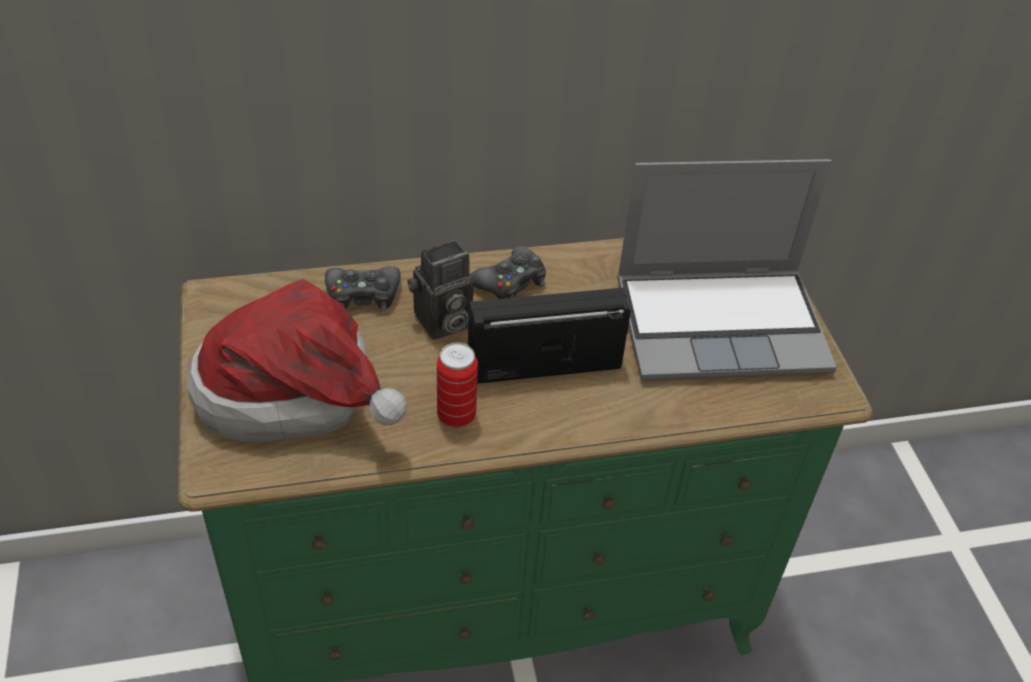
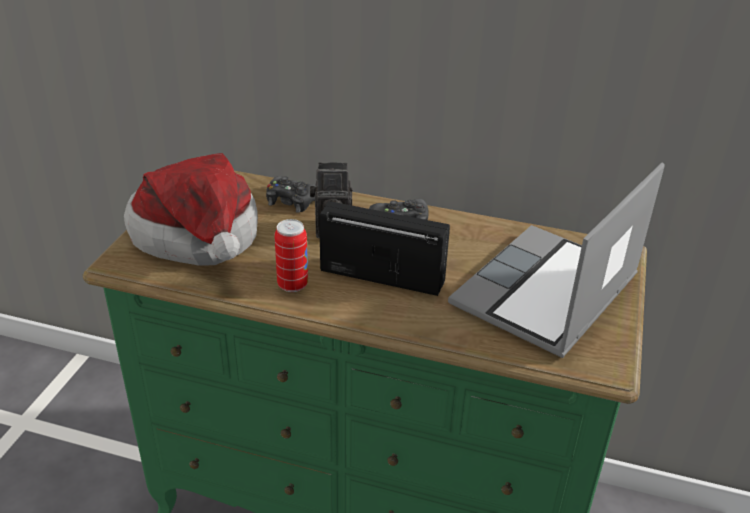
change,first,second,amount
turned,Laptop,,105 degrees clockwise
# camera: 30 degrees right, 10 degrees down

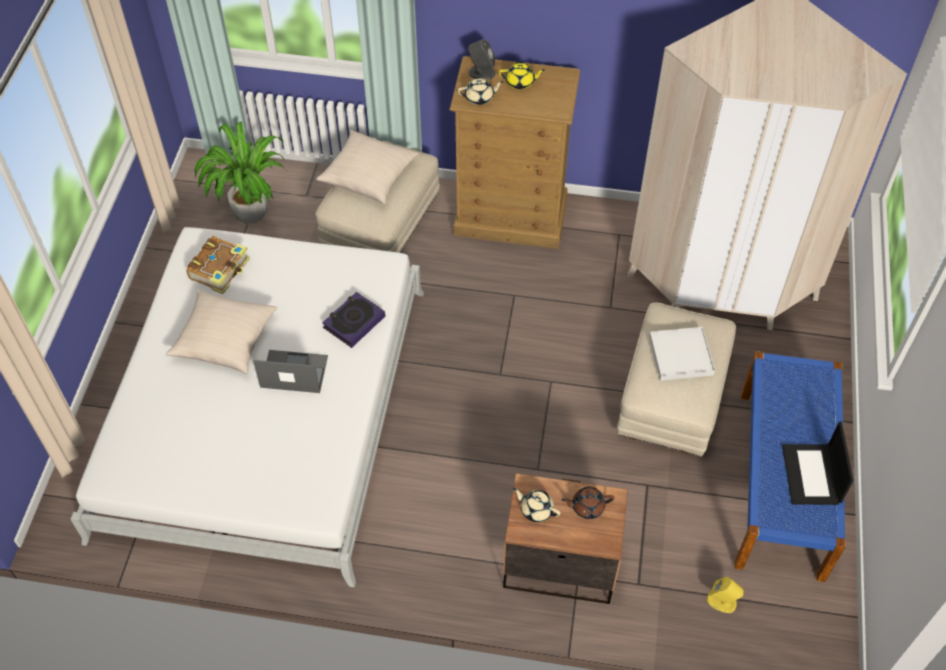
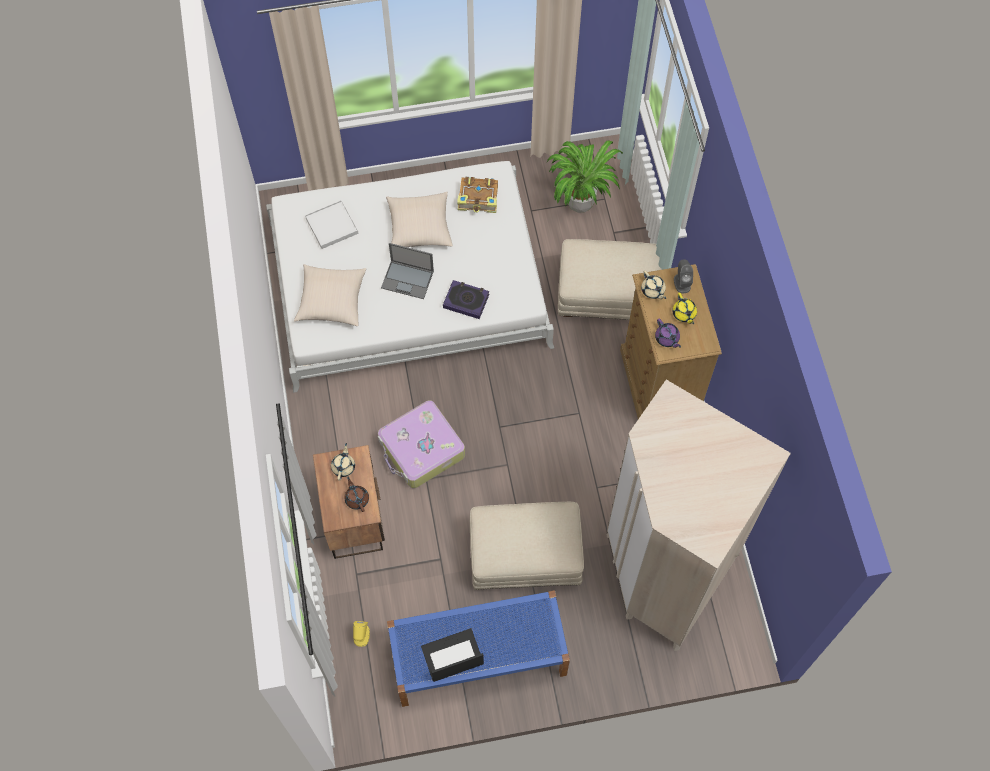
change,first,second,amount
moved,Kissen (beige) (2nd from left in the first image),Kissen (beige) (1st from left),
moved,Tablett (weiß),,
turned,Laptop (1st from left),,120 degrees clockwise
added,,Teekanne (lila),
added,,Koffer,
# camera: 70 degrees right, 10 degrees up

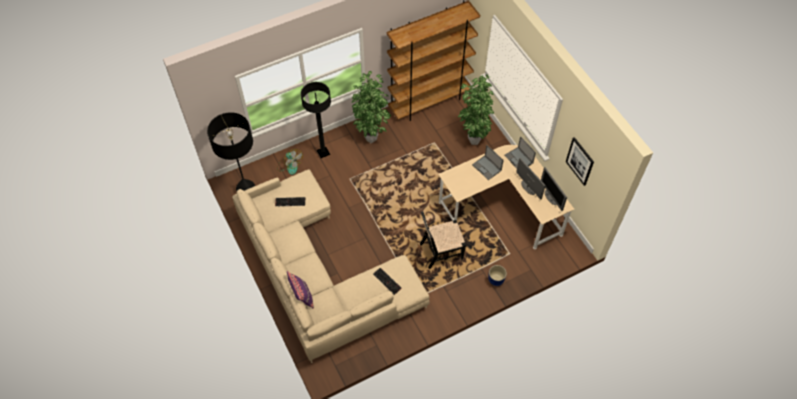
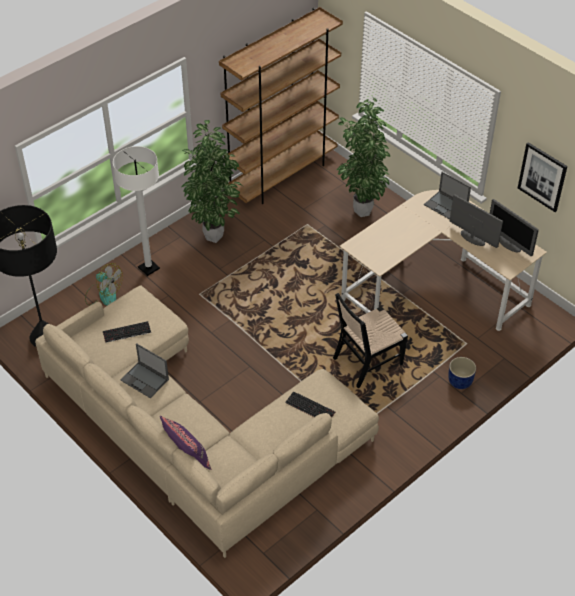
change,first,second,amount
recoloured,Stehlampe (schwarz) (2nd from left),Stehlampe (weiß),
moved,Laptop (1st from left),,
# camera: 15 degrees left, 10 degrees down

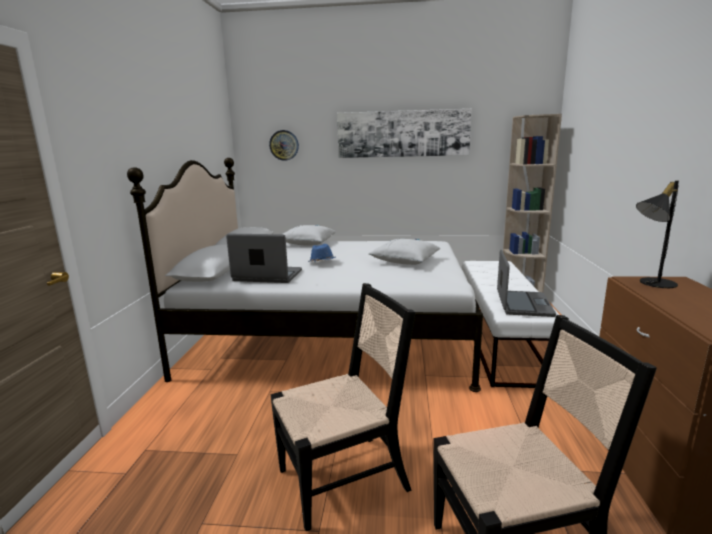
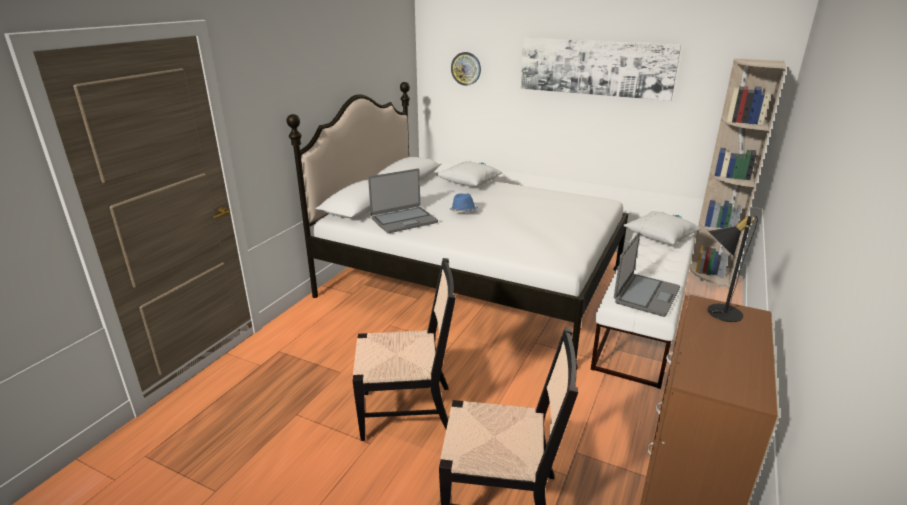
change,first,second,amount
turned,Laptop (1st from left),,120 degrees clockwise
moved,Kissen (grau) (2nd from left),,
# camera: 20 degrees right, 10 degrees up

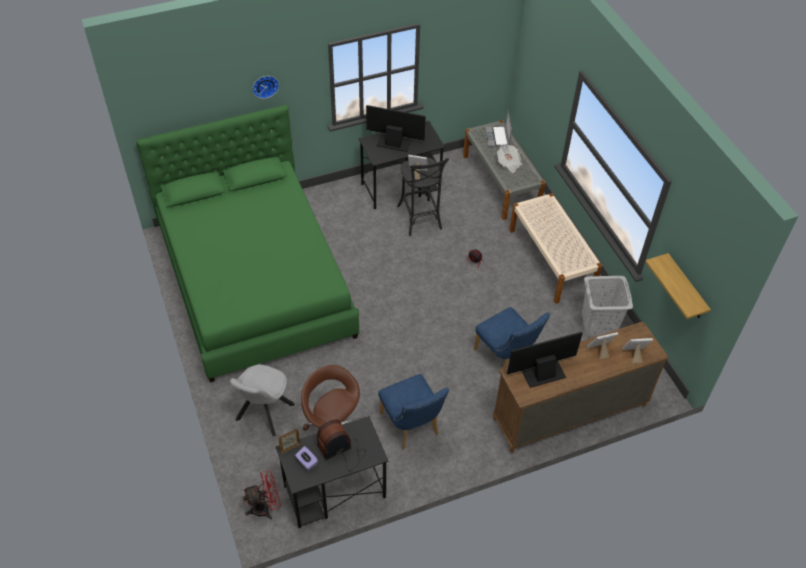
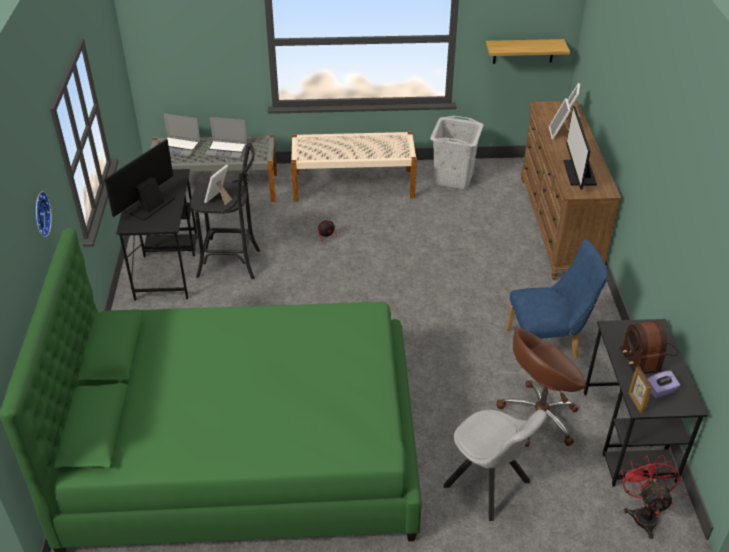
change,first,second,amount
replaced,Zeitung,Laptop (2nd from left),
removed,Stuhl (blau) (2nd from left),,
# camera: 70 degrees left, 10 degrees down

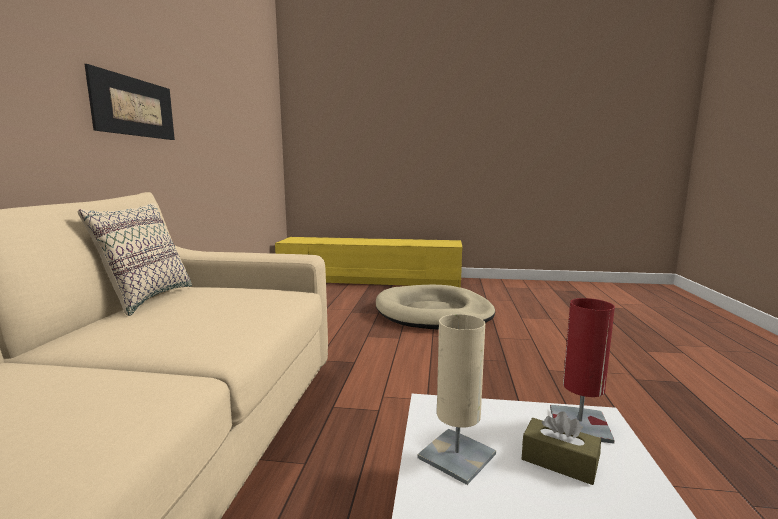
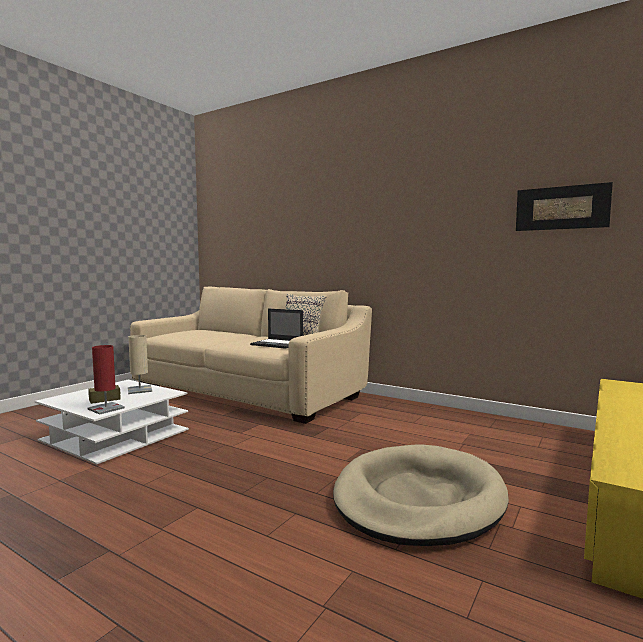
change,first,second,amount
moved,Bild,,
added,,Laptop,
# camera: 115 degrees right, 5 degrees down

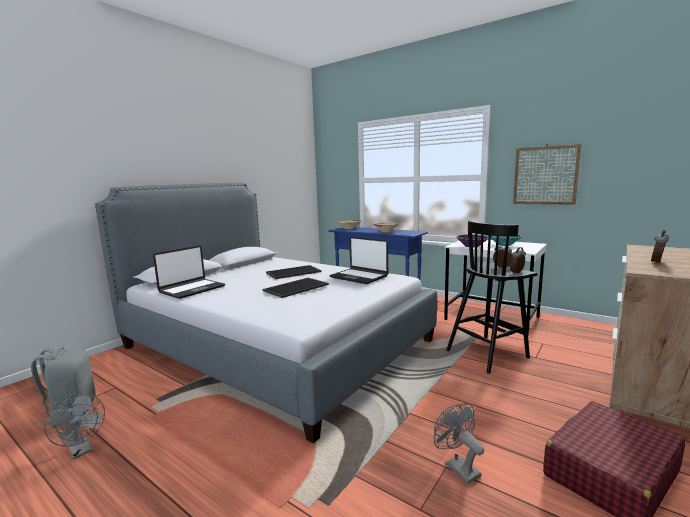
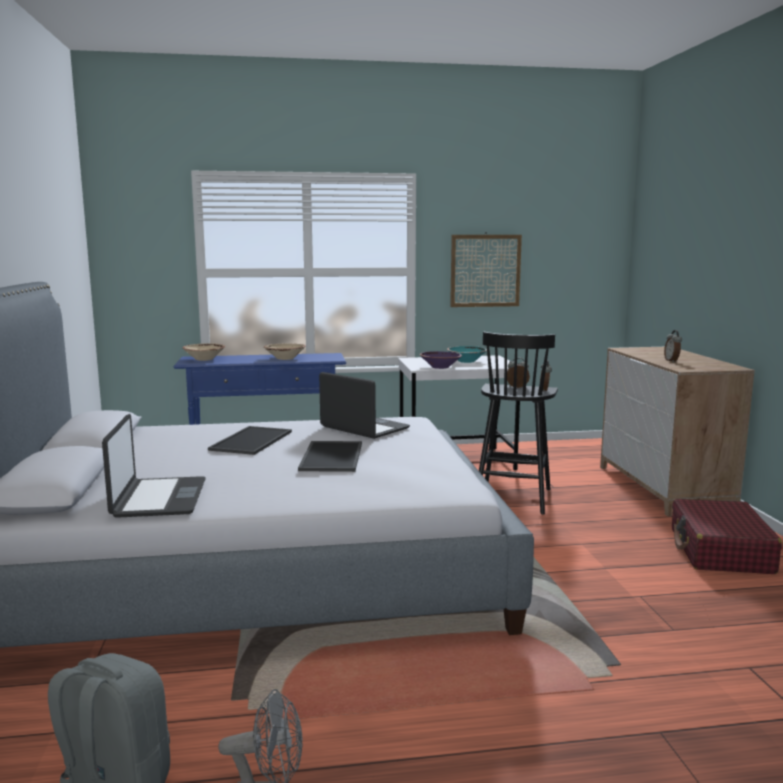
change,first,second,amount
turned,Laptop (2nd from left),,135 degrees counterclockwise
removed,Ventilator (grau) (2nd from left),,
# camera: 45 degrees left, 0 degrees up

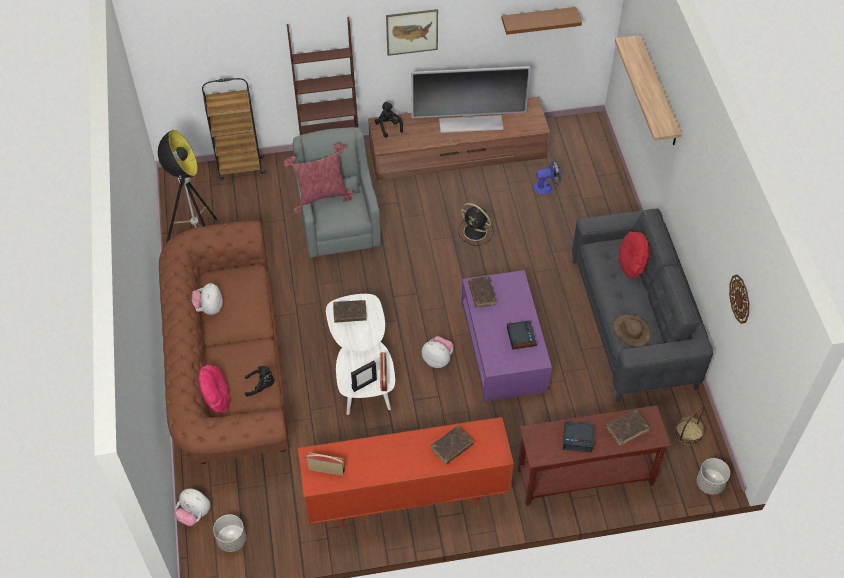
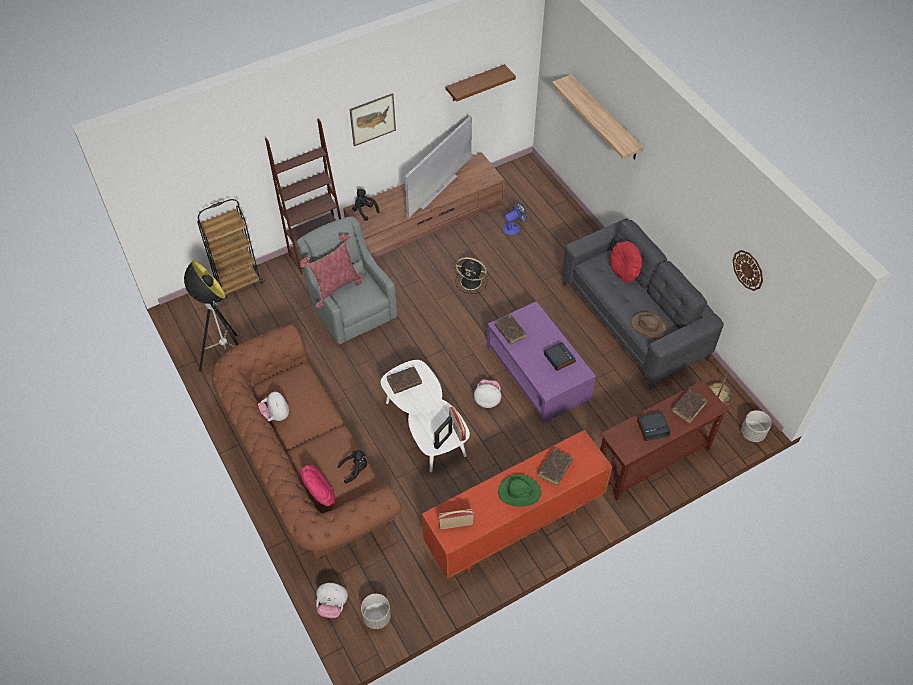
change,first,second,amount
turned,Fernseher,,150 degrees clockwise
added,,Hut (grün),
# camera: 20 degrees left, 0 degrees up

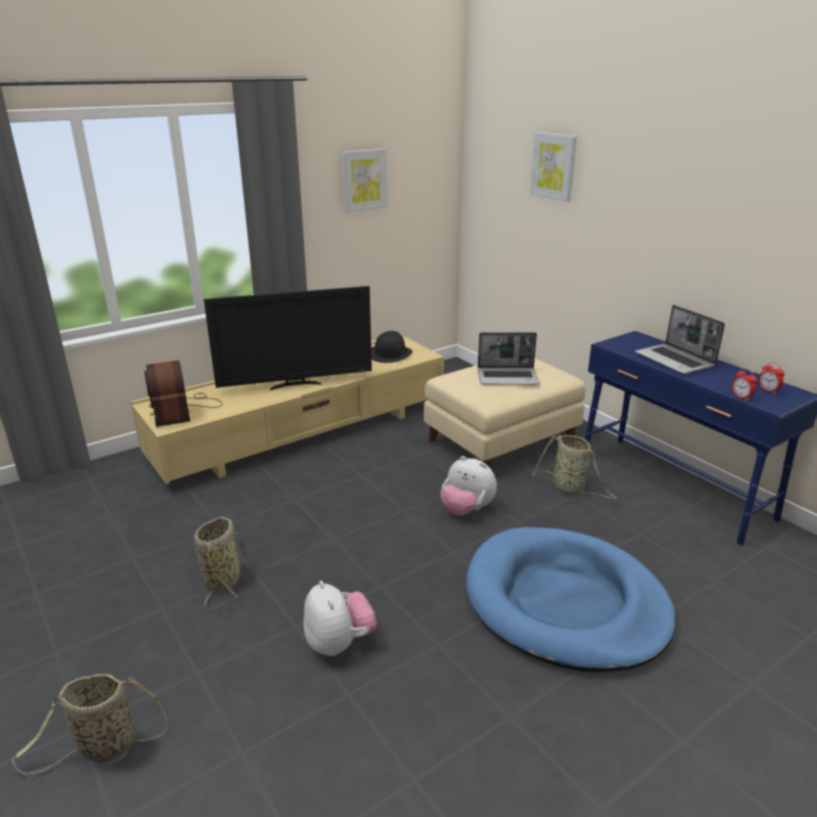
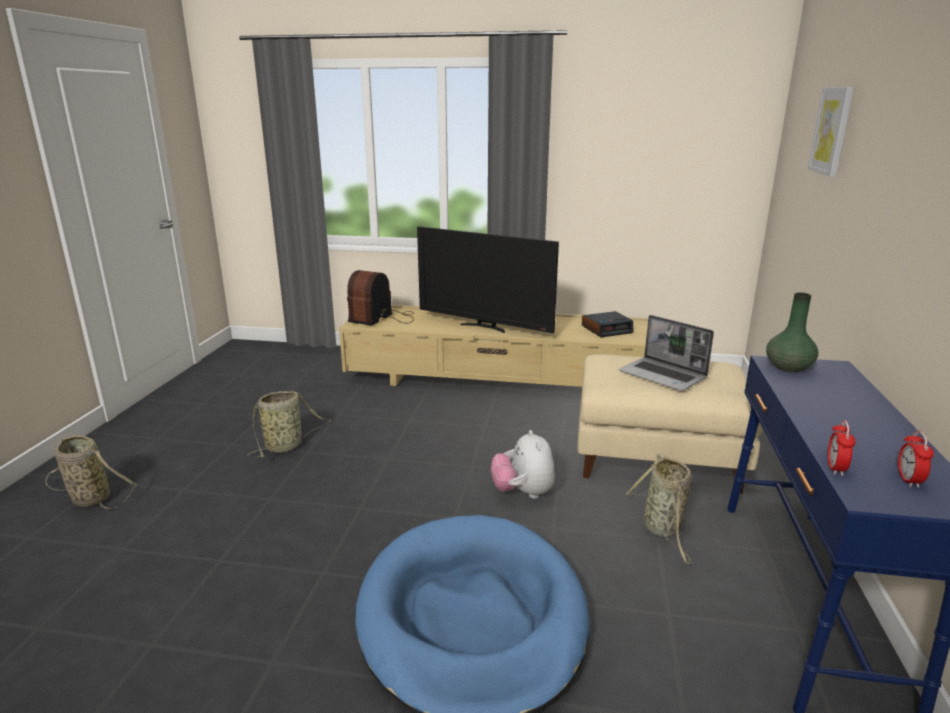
change,first,second,amount
removed,Bild (1st from left),,
removed,Laptop (2nd from left),,
replaced,Hut (schwarz),Wecker (1st from left),
removed,Plüschtier (1st from left),,
added,,Vase (grün),
# camera: 45 degrees right, 5 degrees down

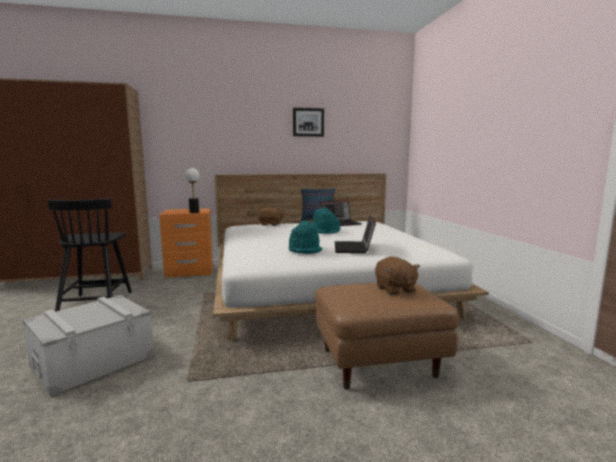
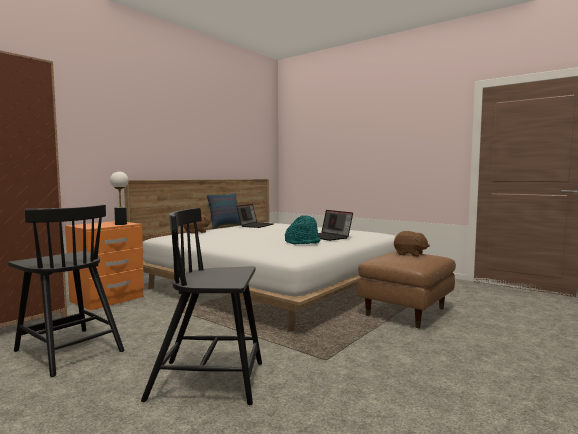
change,first,second,amount
removed,Bild,,
removed,Hut (türkis) (2nd from left),,
replaced,Aufbewahrungsbox (grau),Stuhl (schwarz) (2nd from left),
# camera: 40 degrees left, 5 degrees down

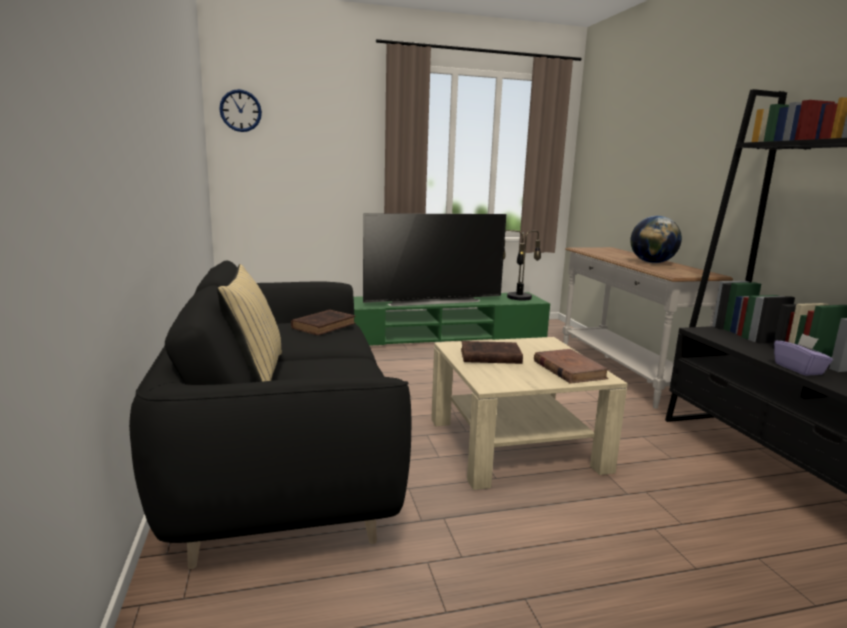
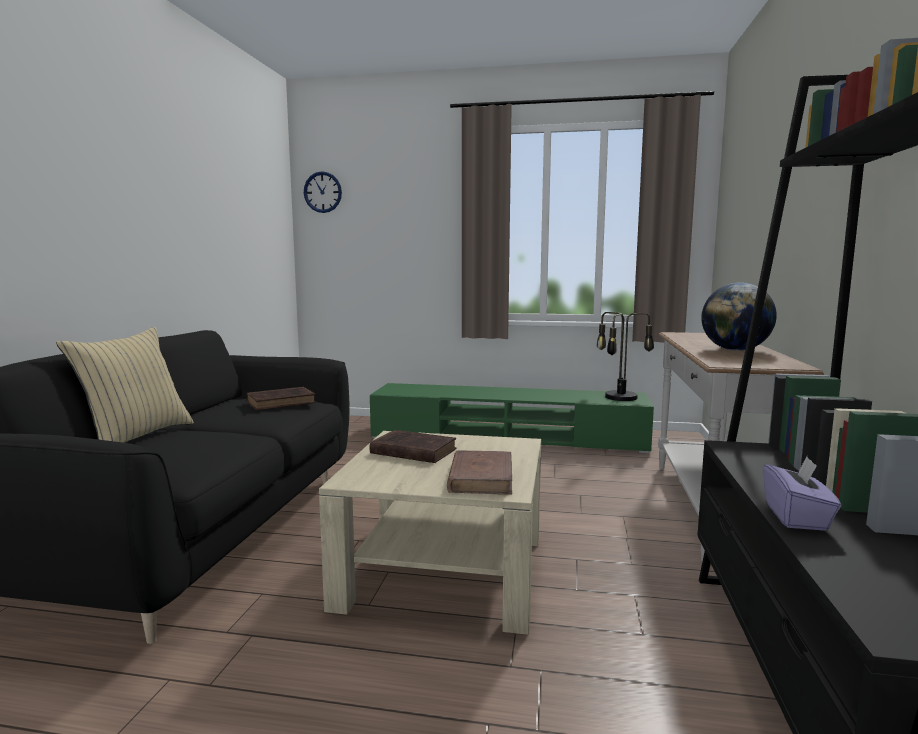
change,first,second,amount
removed,Fernseher,,
# camera: 25 degrees right, 5 degrees down

